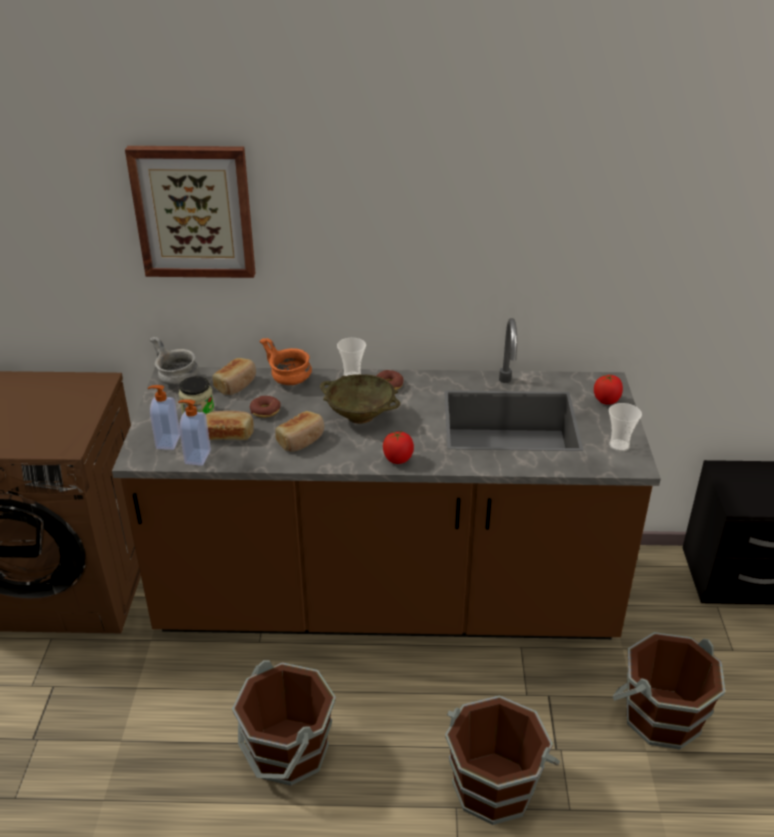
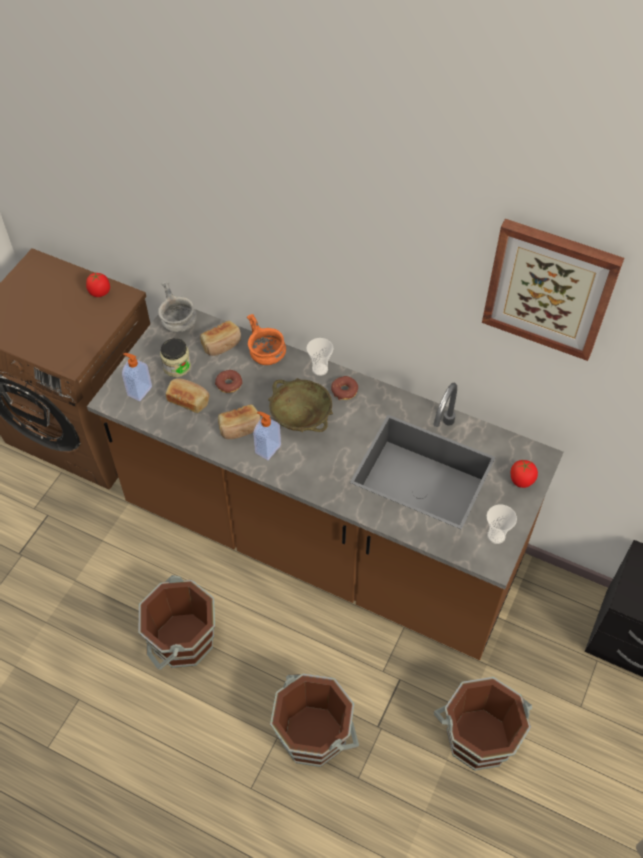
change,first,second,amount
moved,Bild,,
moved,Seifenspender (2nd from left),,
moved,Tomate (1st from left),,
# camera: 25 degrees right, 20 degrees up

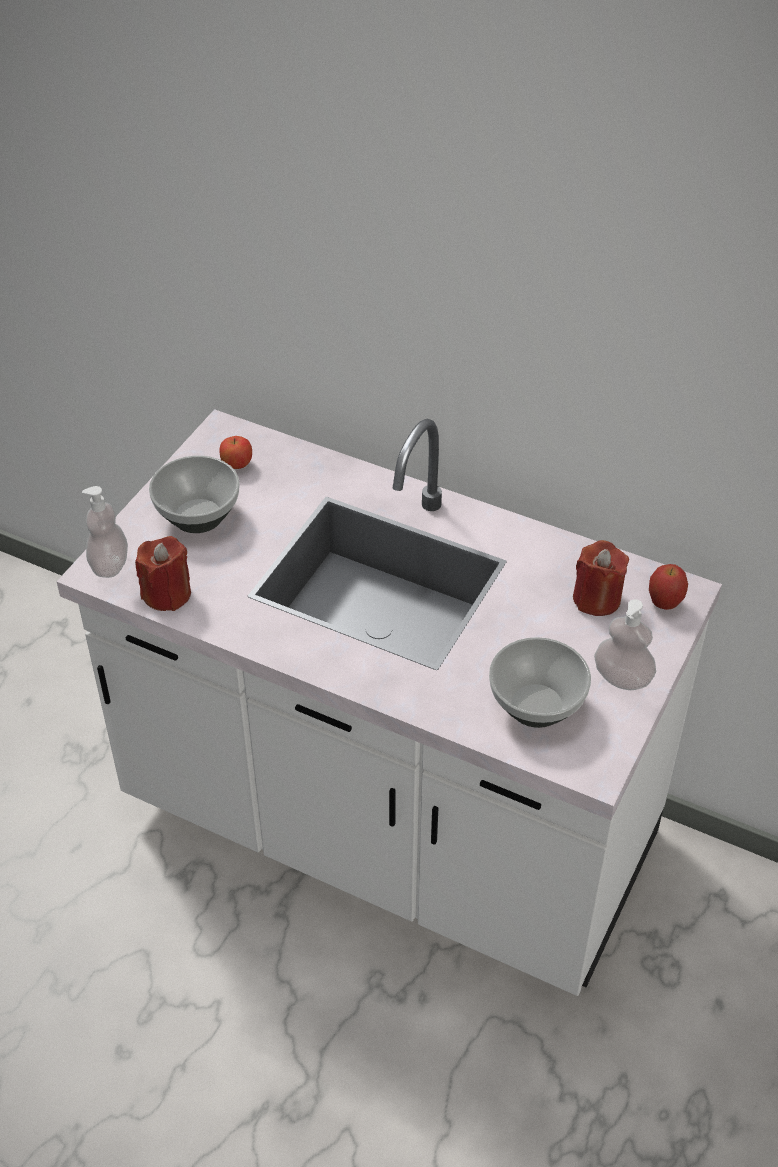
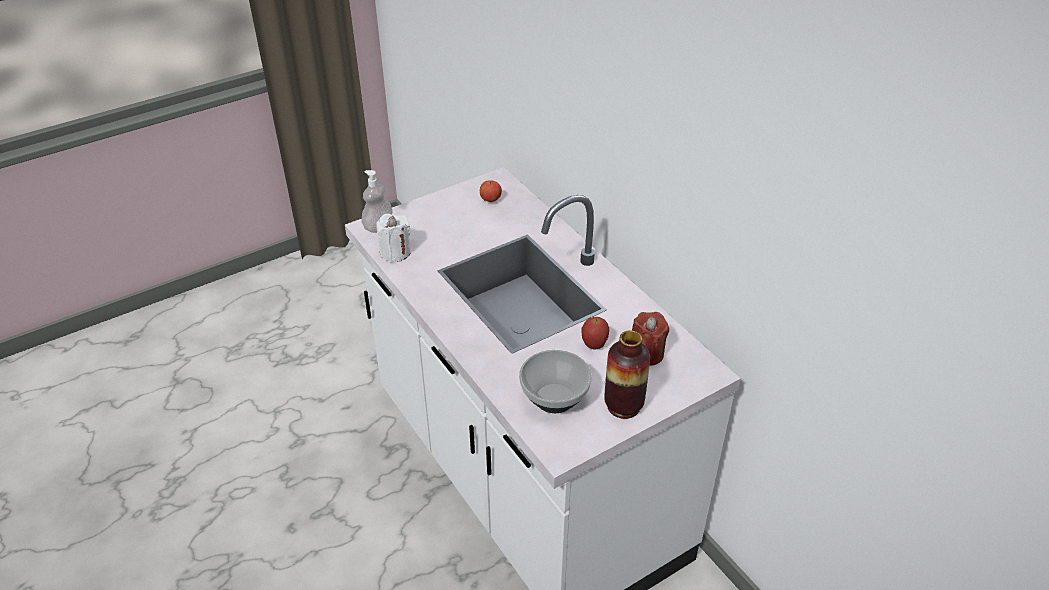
change,first,second,amount
removed,Schüssel (1st from left),,
recoloured,Kerze (rot) (1st from left),Kerze (weiß),
moved,Apfel (2nd from left),,
replaced,Seifenspender (2nd from left),Vase,
# camera: 30 degrees right, 5 degrees down

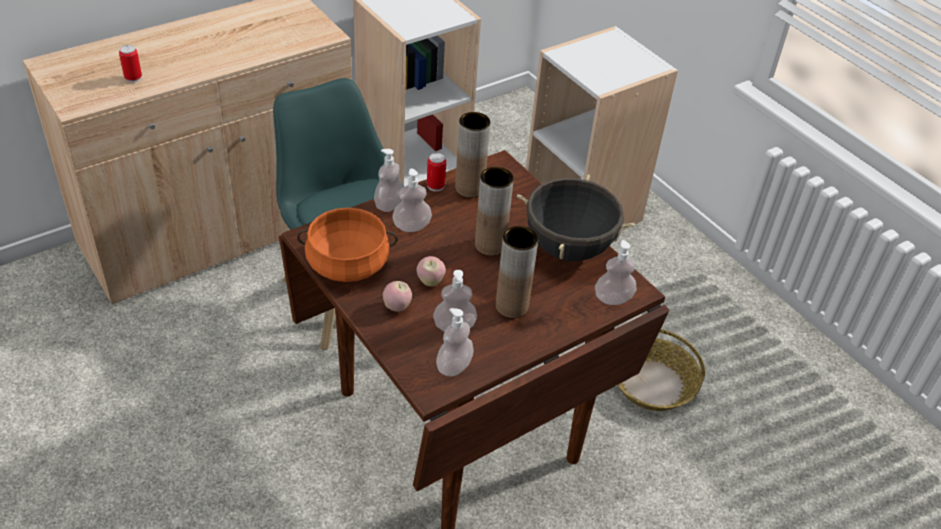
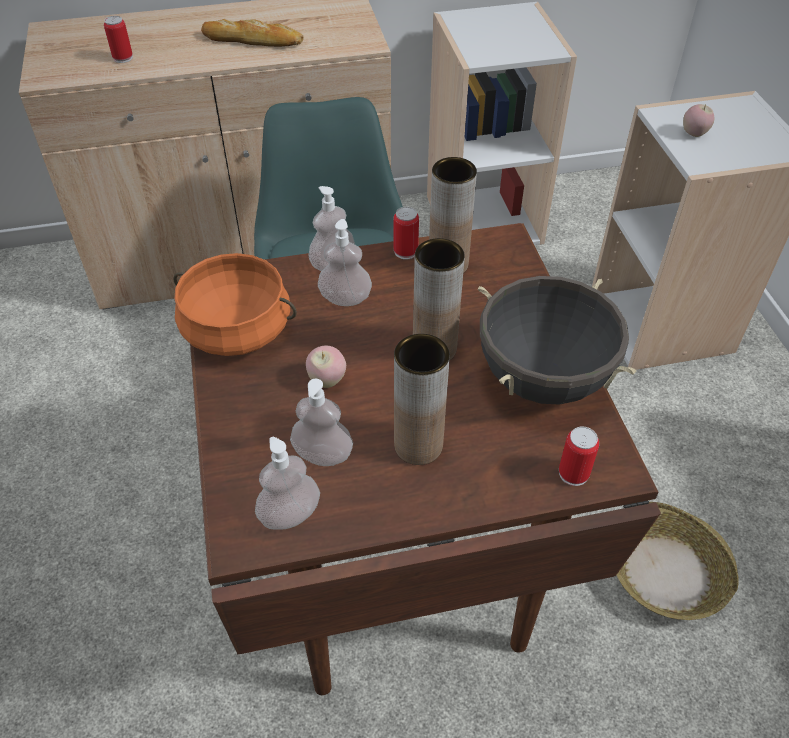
change,first,second,amount
replaced,Seifenspender (5th from left),Dose (3rd from left),
moved,Apfel (1st from left in the first image),Apfel (2nd from left),
added,,Brot,
# camera: 25 degrees right, 5 degrees up

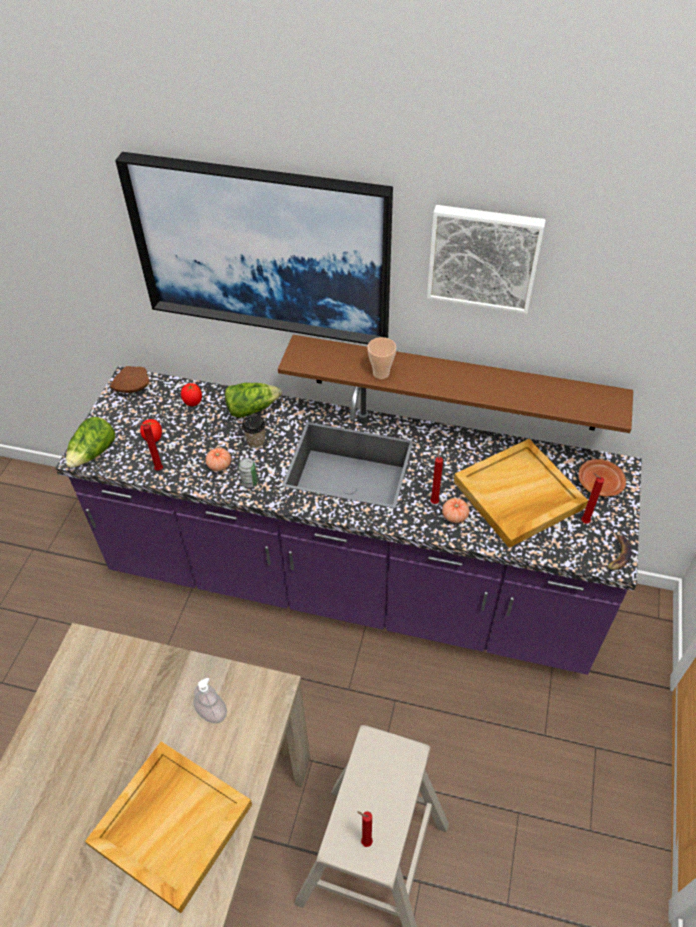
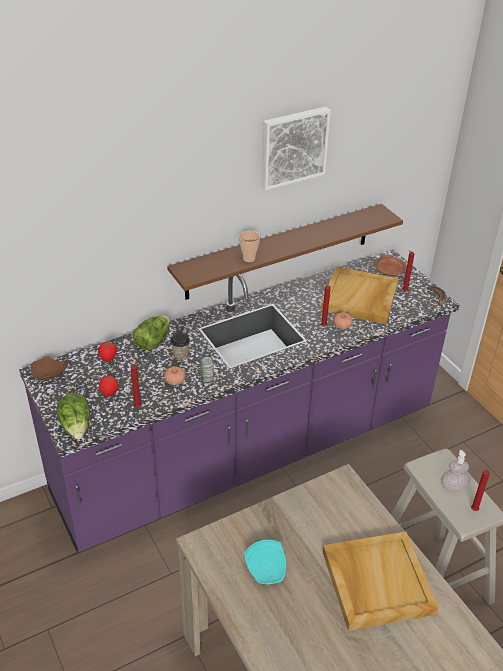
change,first,second,amount
removed,Bild (1st from left),,
moved,Seifenspender,,
added,,Teller (türkis),
# camera: 45 degrees left, 10 degrees down

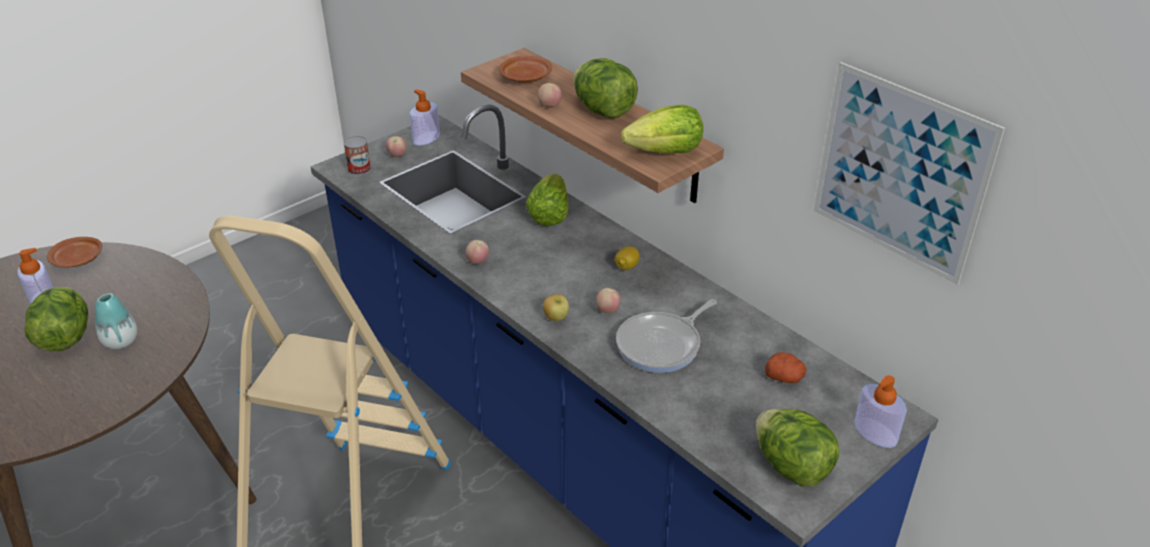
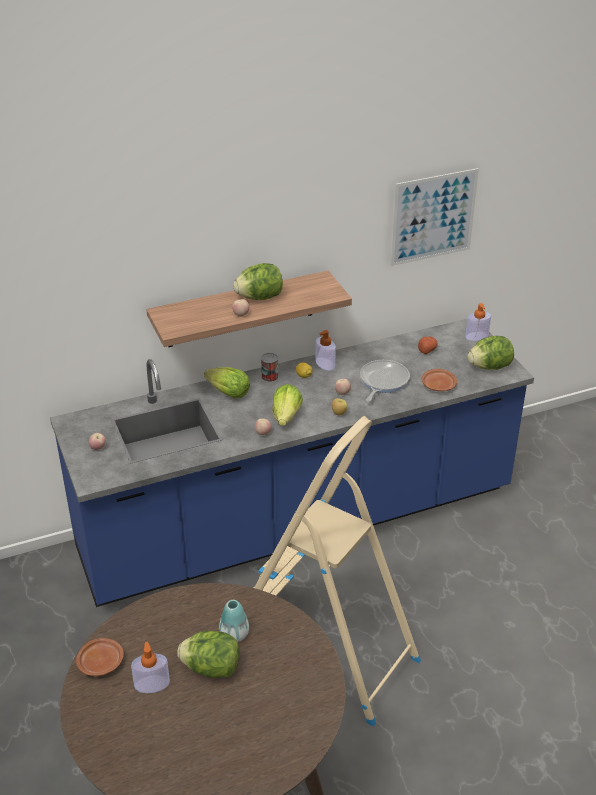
change,first,second,amount
moved,Teller (braun) (2nd from left),,
moved,Seifenspender (2nd from left),,
moved,Salatkopf (4th from left),,
moved,Dose,,
turned,Pfanne,,135 degrees counterclockwise
# camera: 70 degrees left, 0 degrees up

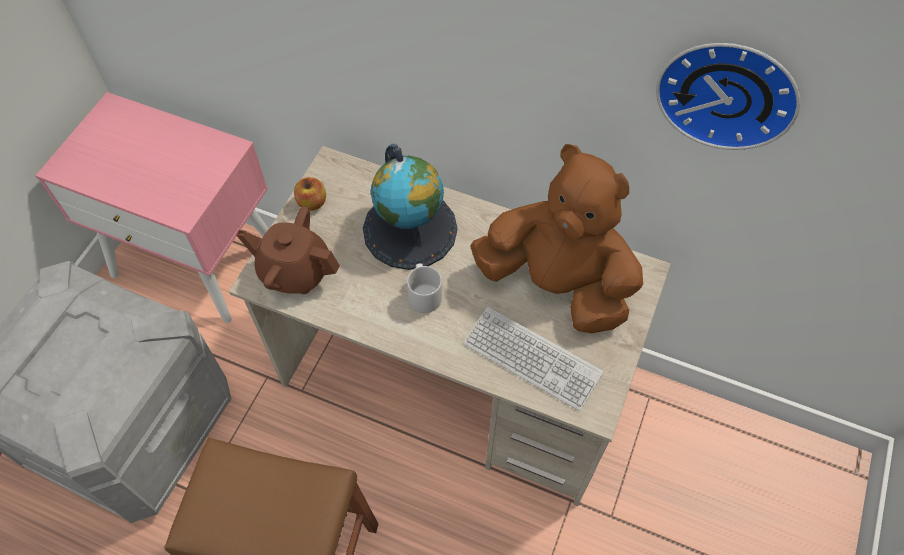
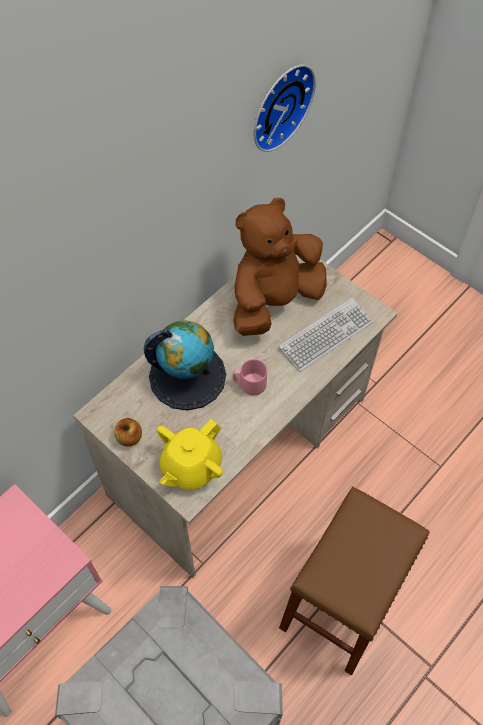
change,first,second,amount
recoloured,Teekanne (braun),Teekanne (gelb),
recoloured,Henkelbecher (grau),Henkelbecher (rosa),
# camera: 70 degrees left, 0 degrees up

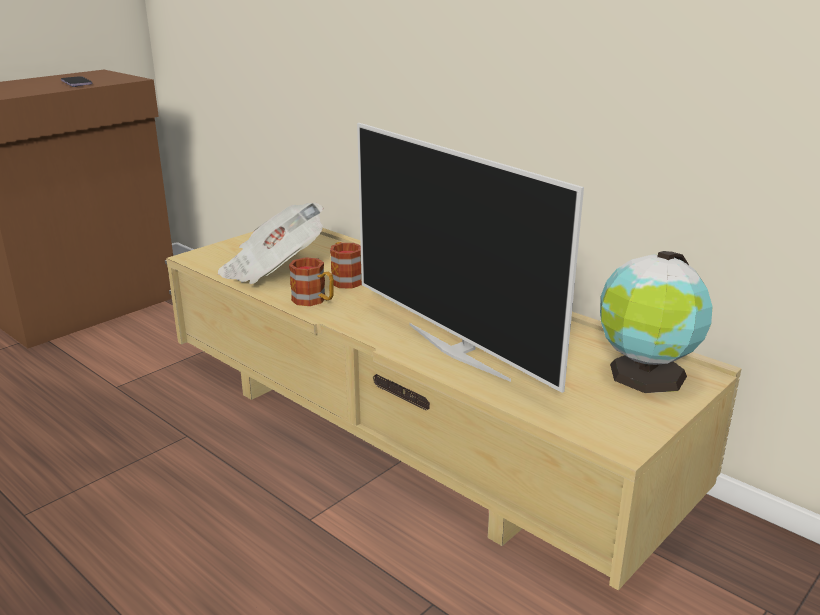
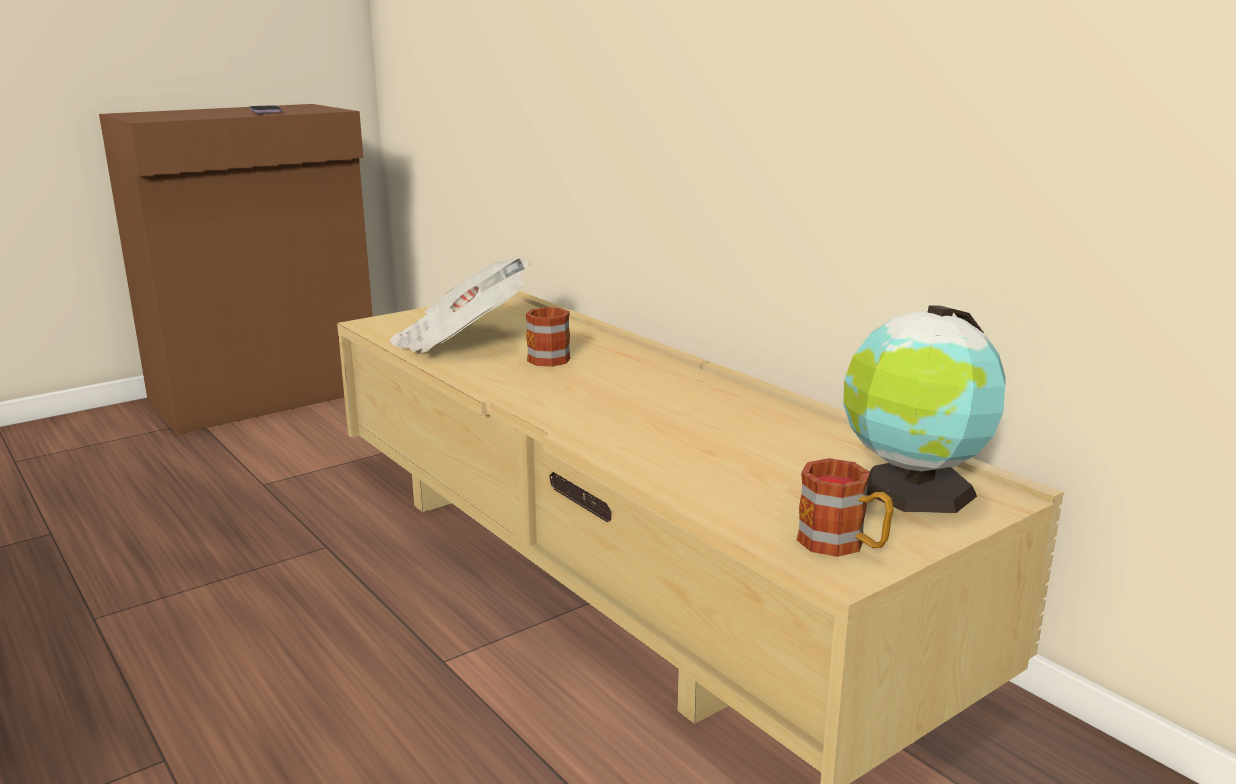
change,first,second,amount
removed,Fernseher,,
moved,Henkelbecher (1st from left in the first image),Henkelbecher (2nd from left),
# camera: 10 degrees right, 5 degrees down

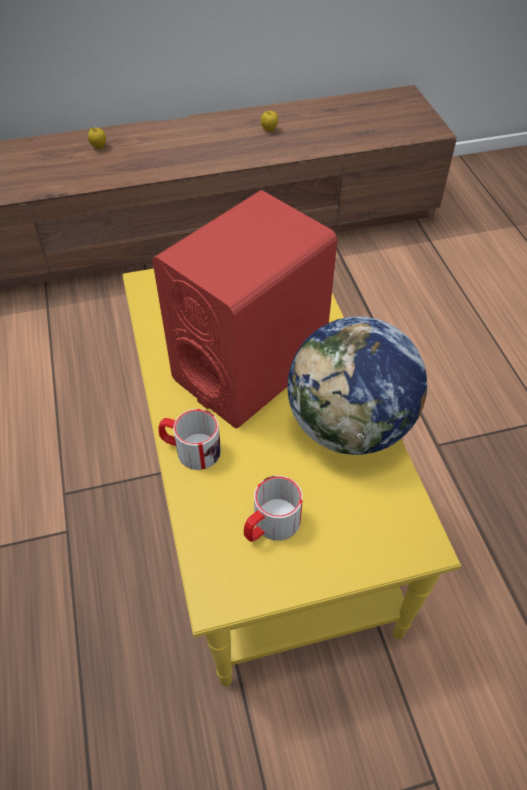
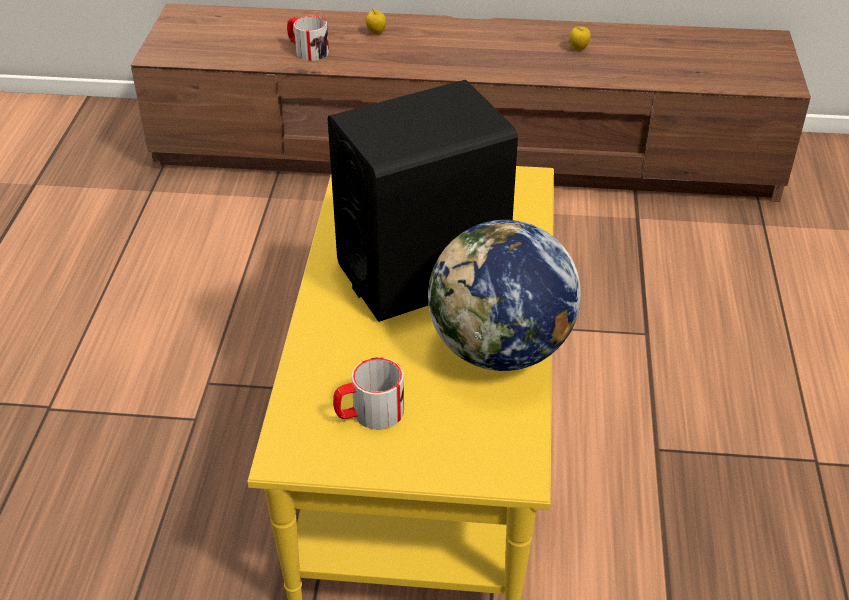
change,first,second,amount
recoloured,Lautsprecher (rot),Lautsprecher (schwarz),
moved,Henkelbecher (1st from left),,
# camera: 20 degrees right, 10 degrees down

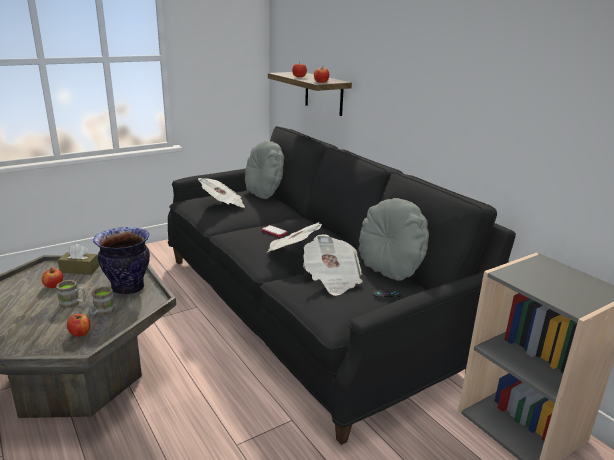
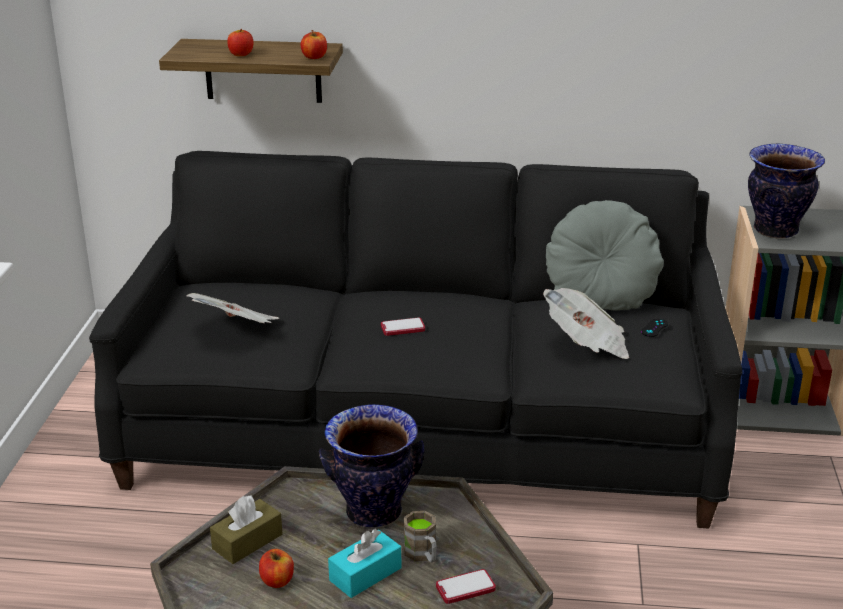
change,first,second,amount
removed,Kissen (grau) (1st from left),,
removed,Zeitung (2nd from left),,
replaced,Henkelbecher (braun) (1st from left),Taschentuchbox (türkis),
replaced,Apfel (2nd from left),Handy (2nd from left),
added,,Vase (2nd from left),
# camera: 50 degrees left, 5 degrees up

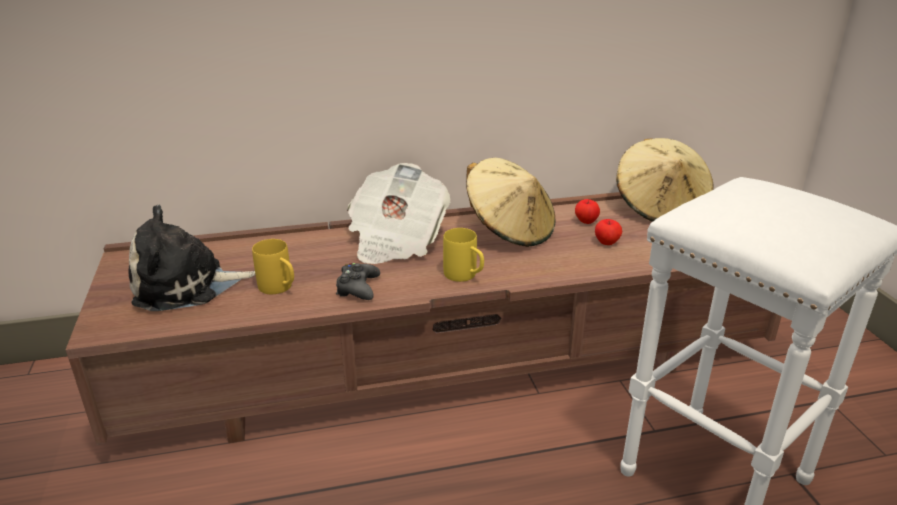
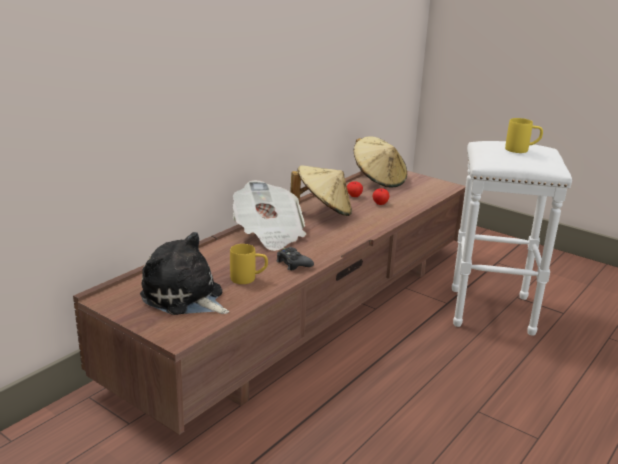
change,first,second,amount
turned,Plüschtier,,90 degrees clockwise
moved,Henkelbecher (gelb) (2nd from left),,
# camera: 40 degrees left, 5 degrees down

